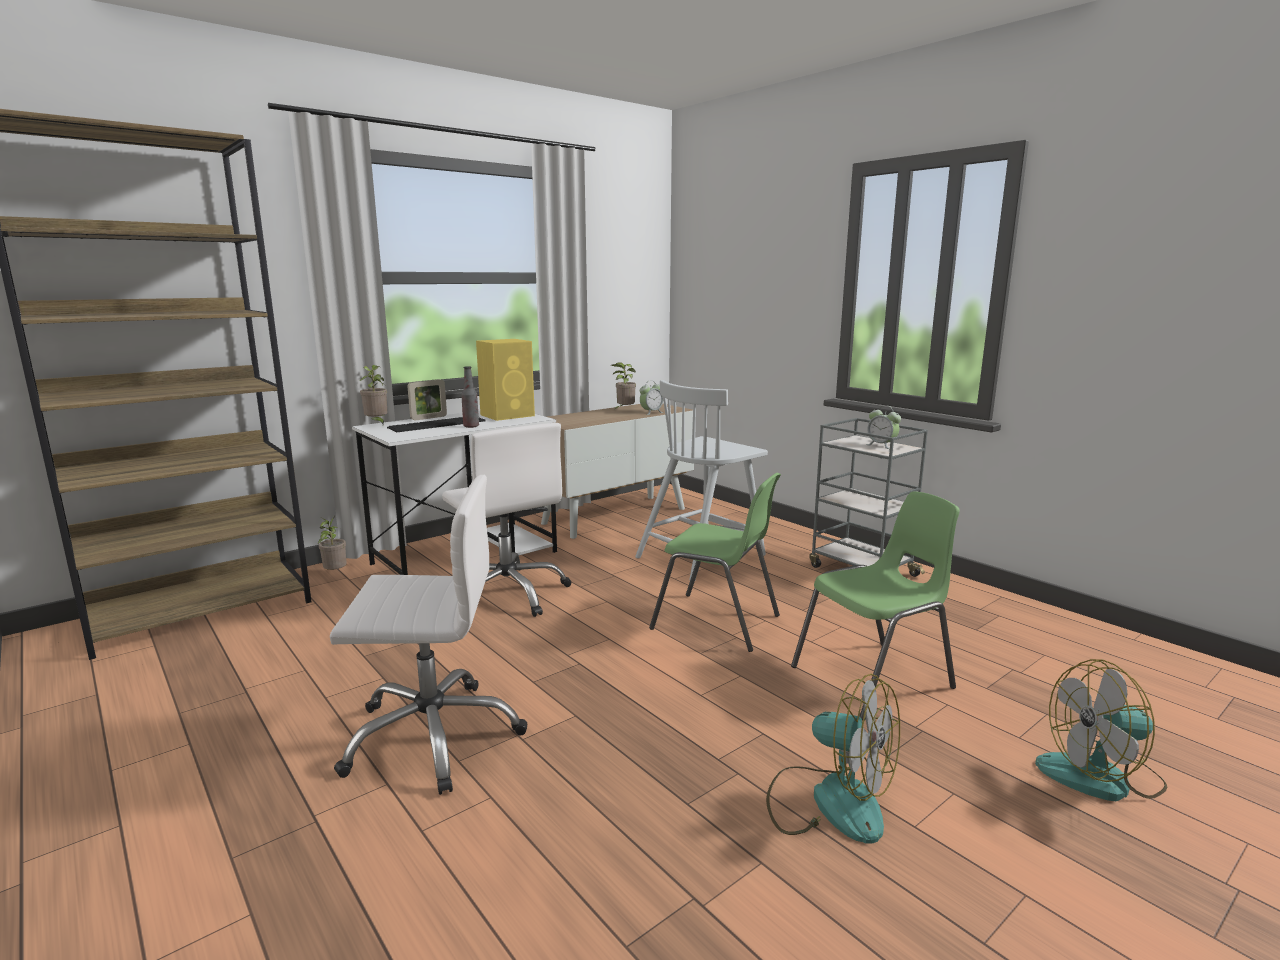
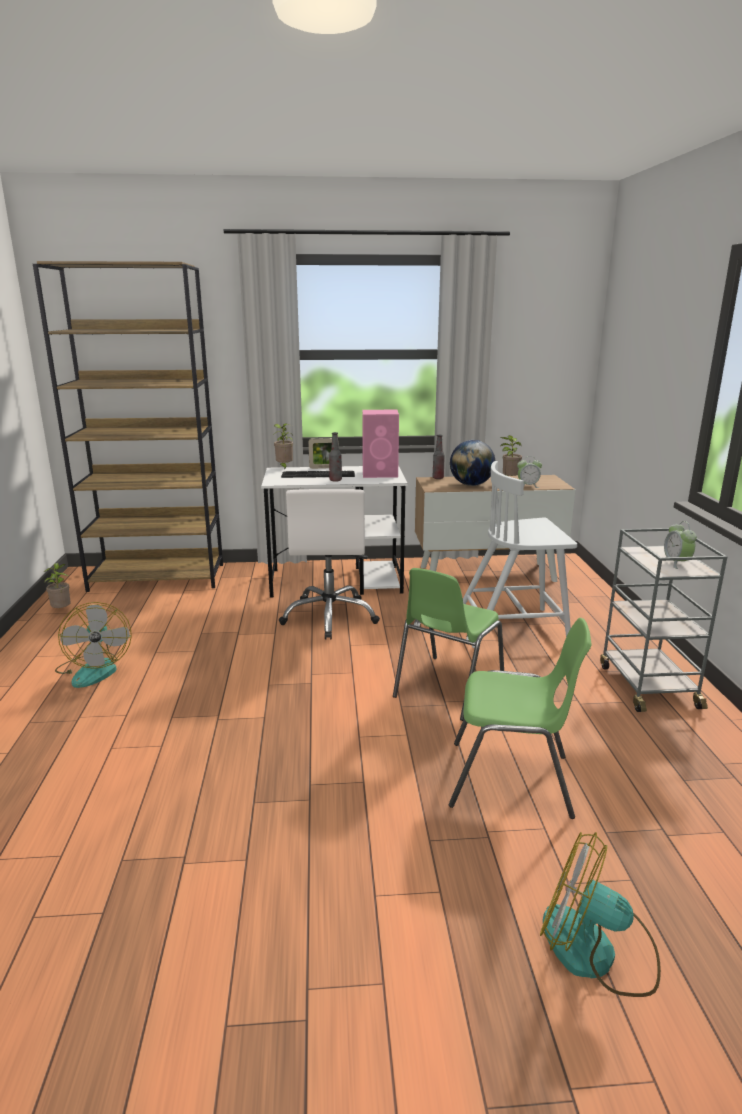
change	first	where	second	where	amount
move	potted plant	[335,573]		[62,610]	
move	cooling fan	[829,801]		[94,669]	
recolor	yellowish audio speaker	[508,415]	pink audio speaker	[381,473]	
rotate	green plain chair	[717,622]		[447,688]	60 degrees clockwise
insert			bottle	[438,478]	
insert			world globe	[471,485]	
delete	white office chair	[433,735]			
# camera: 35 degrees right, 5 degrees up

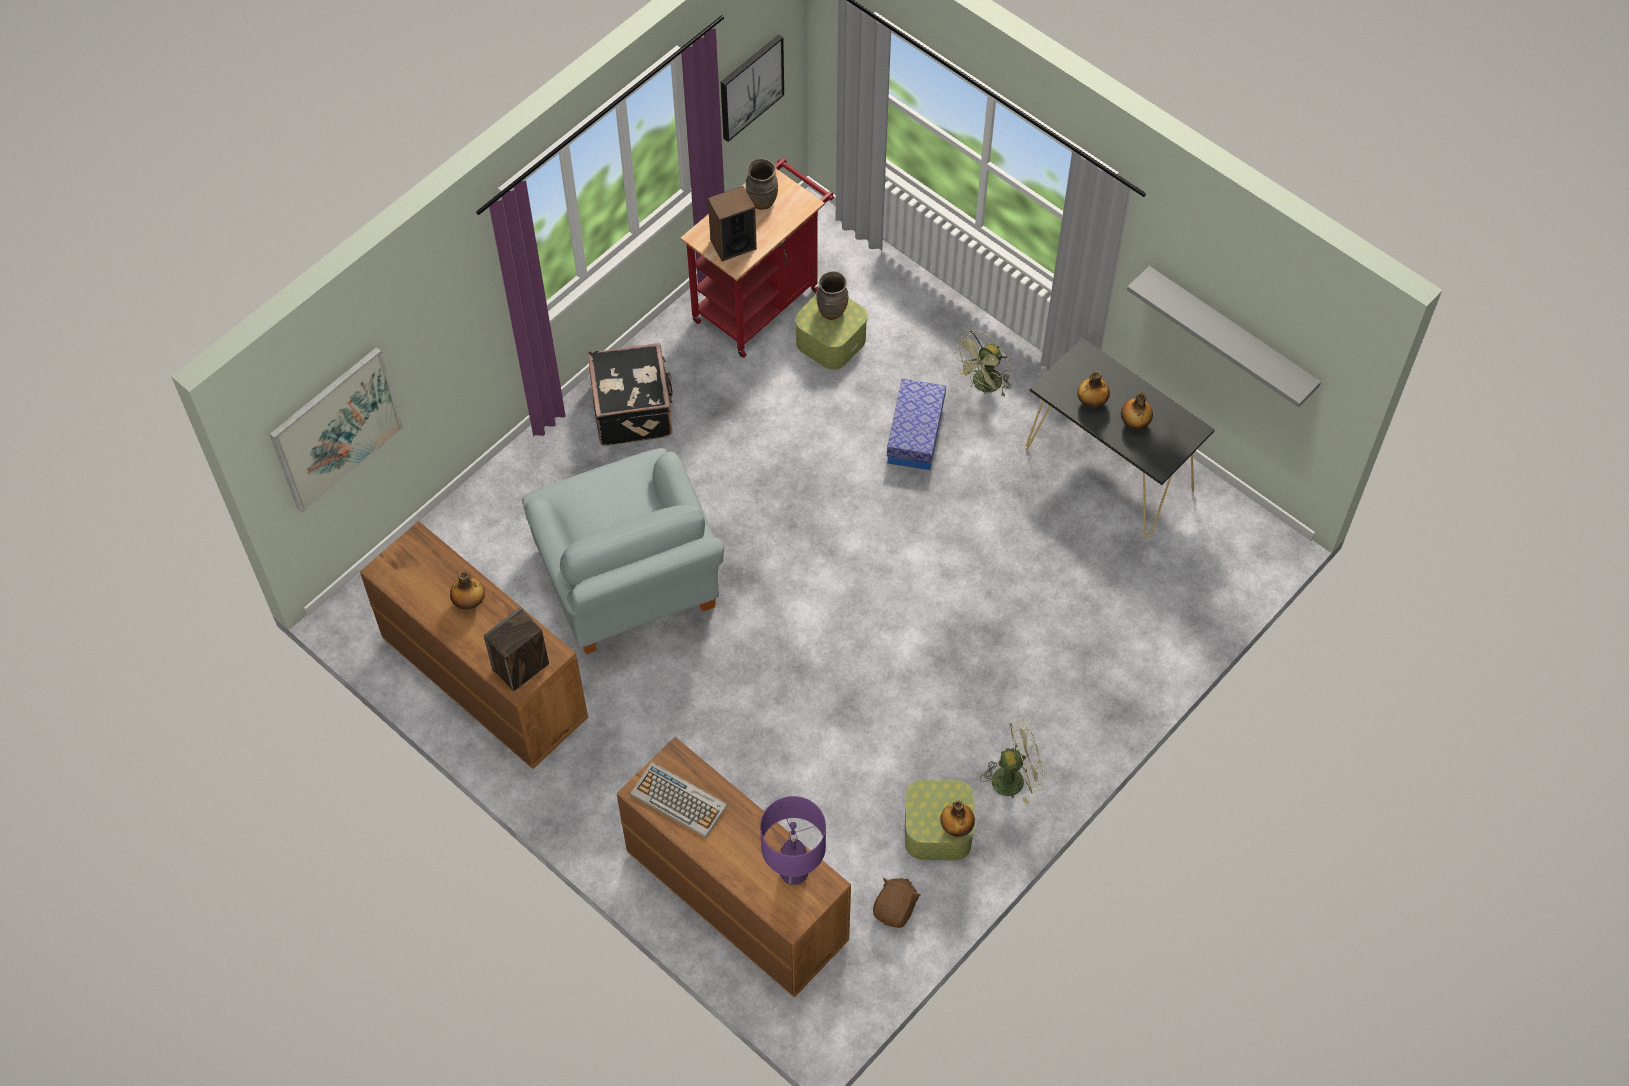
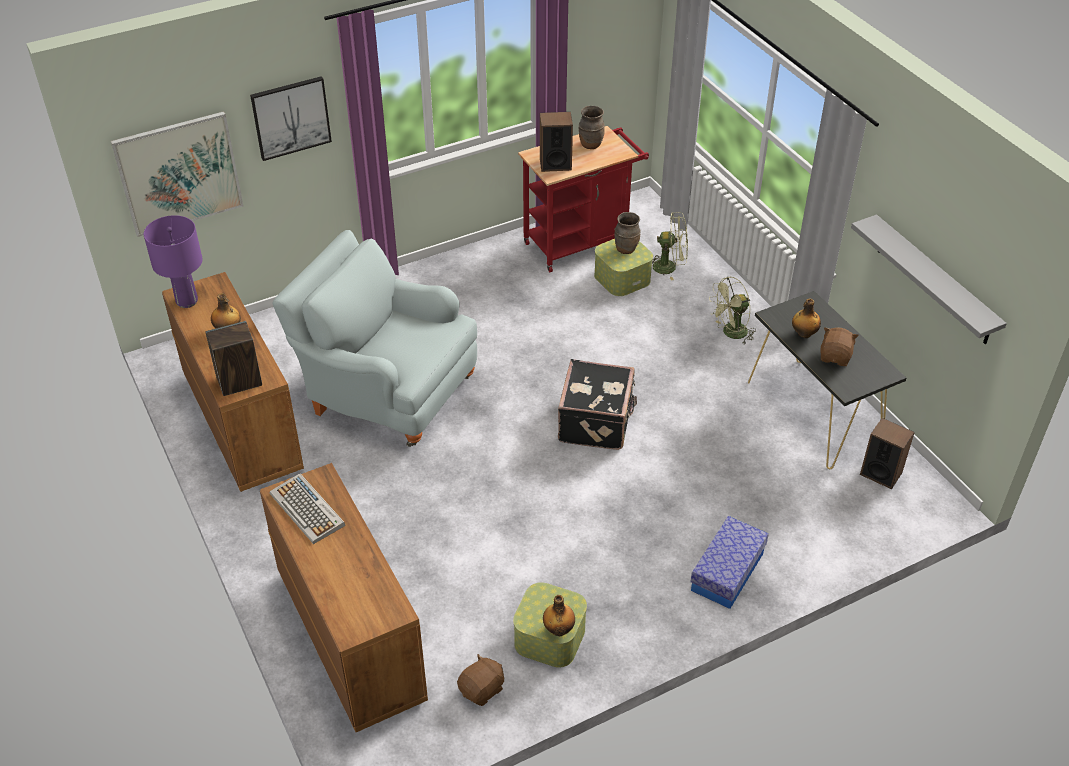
change	first	where	second	where	amount
move	purplish lamp for a table	[793,872]		[186,301]	
move	picture	[750,87]		[291,117]	
rotate	greyish armchair	[629,586]		[386,392]	120 degrees clockwise
move	black-coloured travel case	[634,410]		[597,422]	
move	green cooling fan	[1014,778]		[669,267]	
move	storage bin	[915,433]		[727,571]	
replace	bottle	[1134,424]	brownish soft toy	[835,357]	
insert			audio speaker	[881,473]	
# camera: 20 degrees right, 15 degrees down

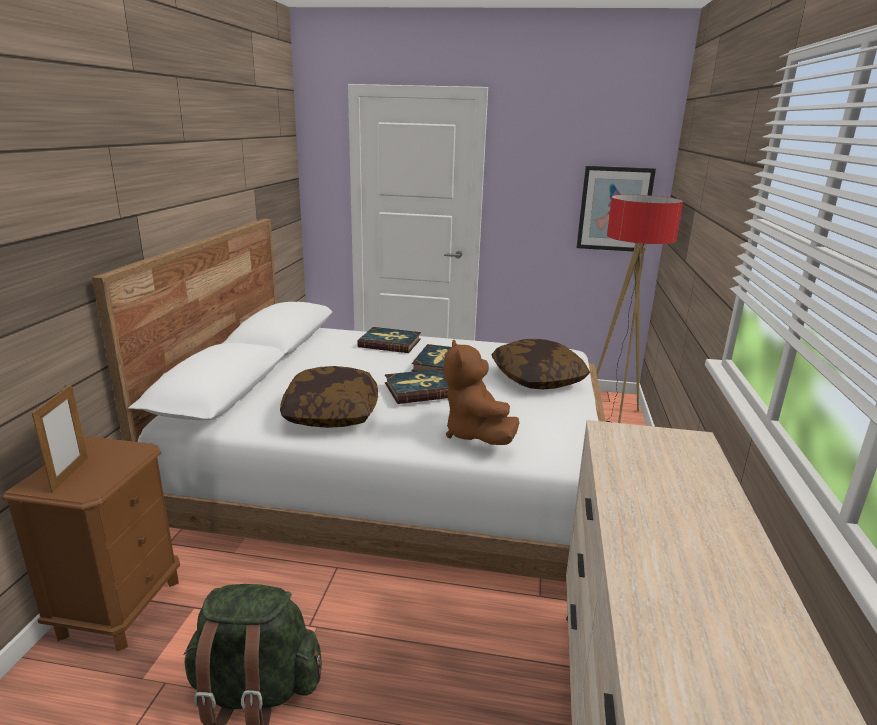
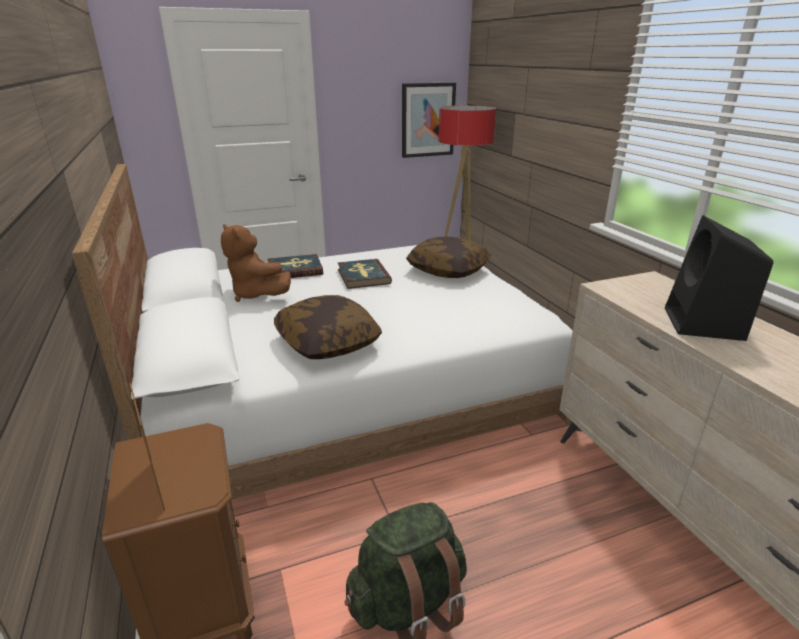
change	first	where	second	where	amount
move	brownish soft toy	[475,434]		[256,294]	
insert			black-coloured audio speaker	[704,324]	
delete	book	[421,389]			
# camera: 30 degrees left, 5 degrees up

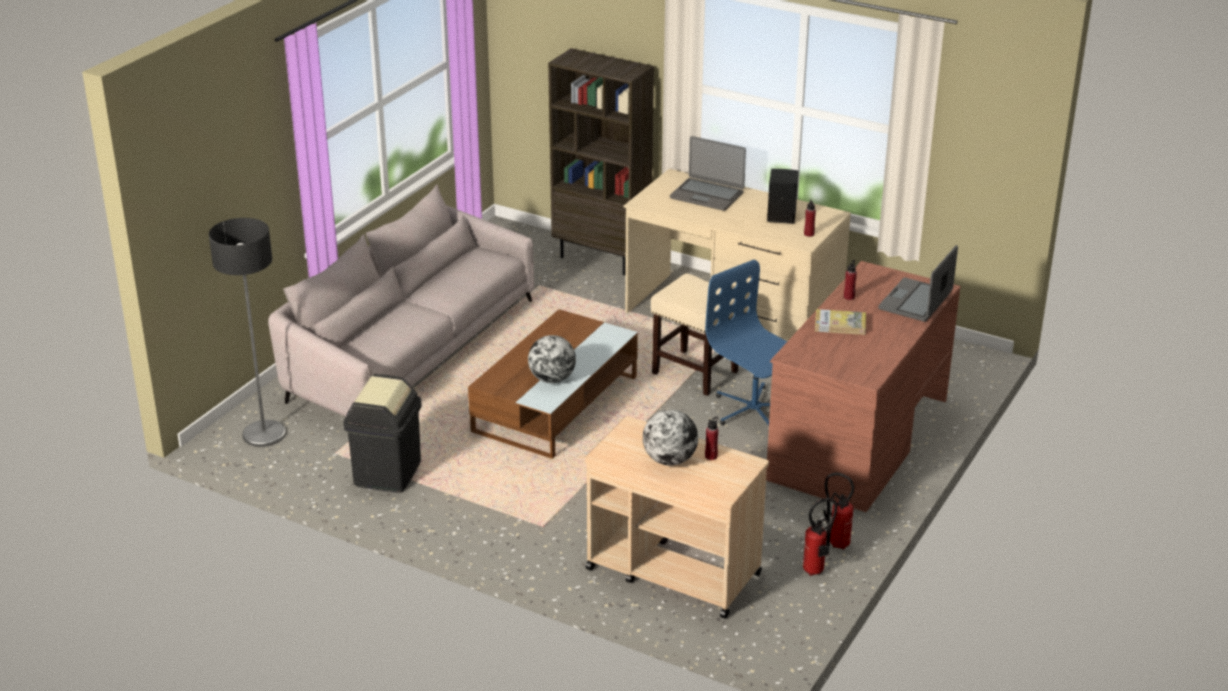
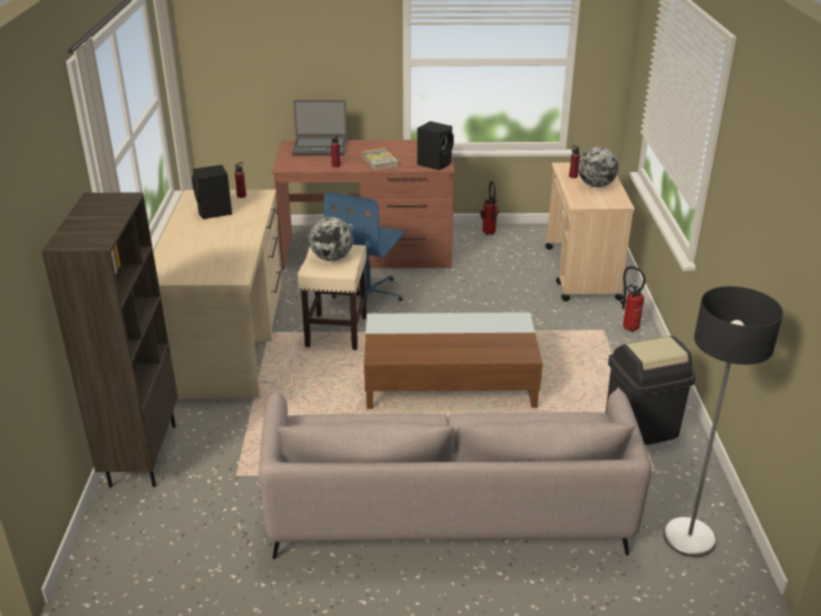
change	first	where	second	where	amount
move	world globe	[552,379]		[331,258]	
insert			black-coloured audio speaker	[435,163]	
move	fire-fighting cylinder	[817,571]		[628,327]	
delete	laptop	[707,195]			
# camera: 120 degrees left, 0 degrees up

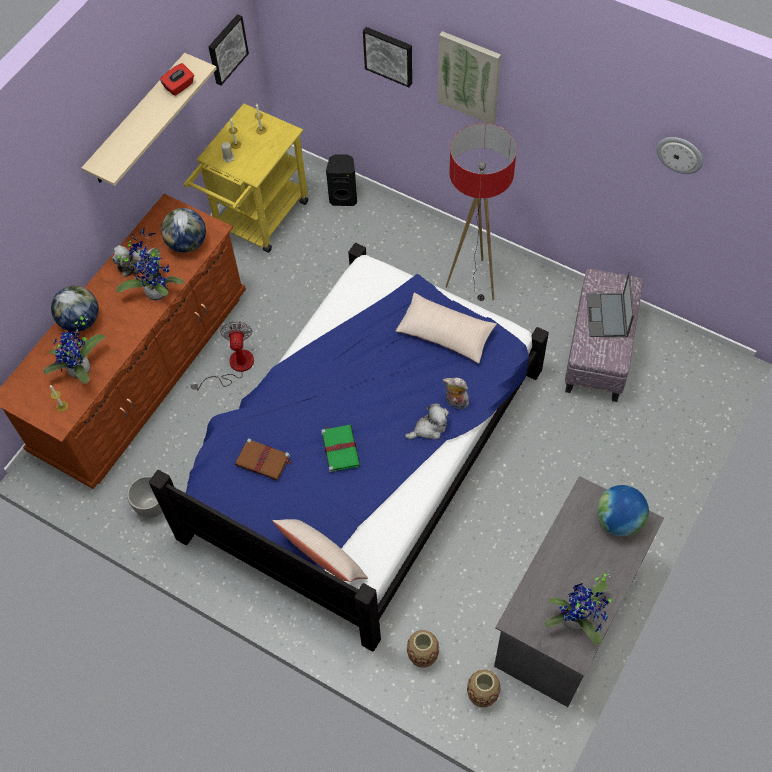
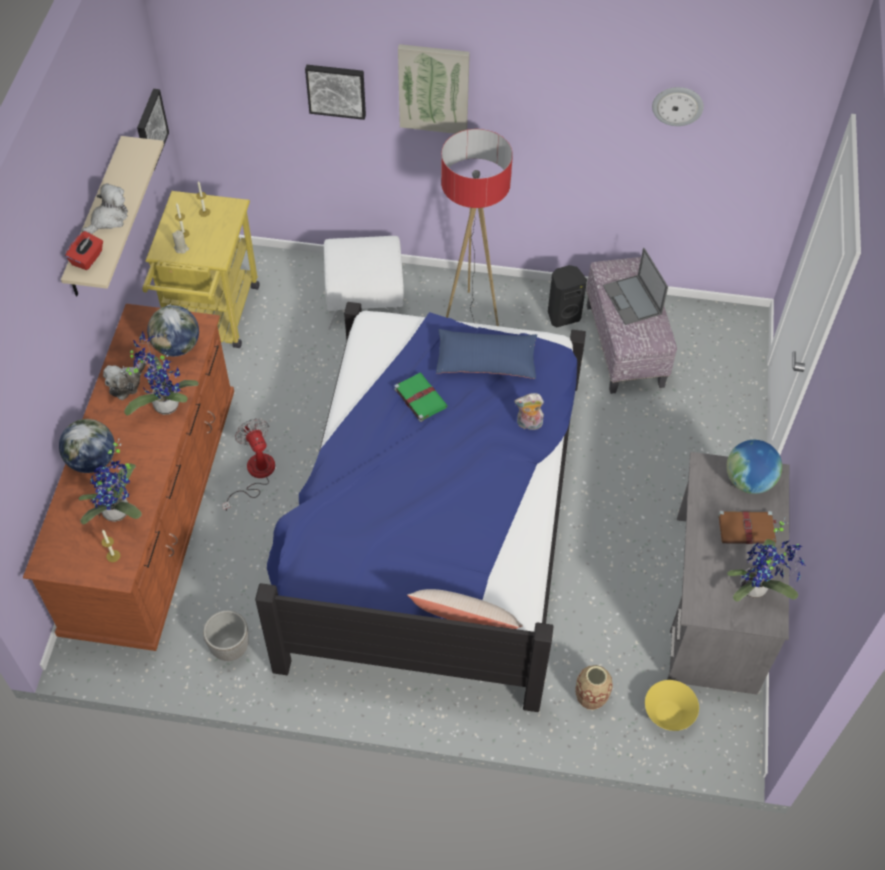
change	first	where	second	where	amount
move	reddish box of tissues	[179,86]		[87,258]	
move	soft toy	[429,428]		[108,219]	
insert			white pouffe	[365,298]	
move	green book	[340,448]		[420,397]	
recolor	beige-coloured pillow	[445,333]	bluish pillow	[486,361]	
move	black-coloured audio speaker	[343,197]		[563,315]	
replace	decorative vase	[482,694]	yellowish bowl	[668,714]	
move	brownish book	[263,461]		[747,529]	
# camera: 25 degrees left, 5 degrees down

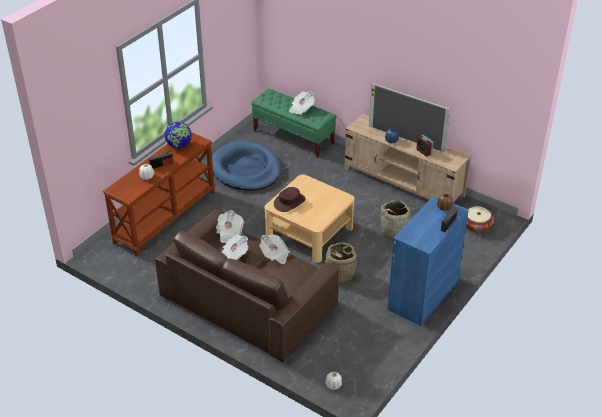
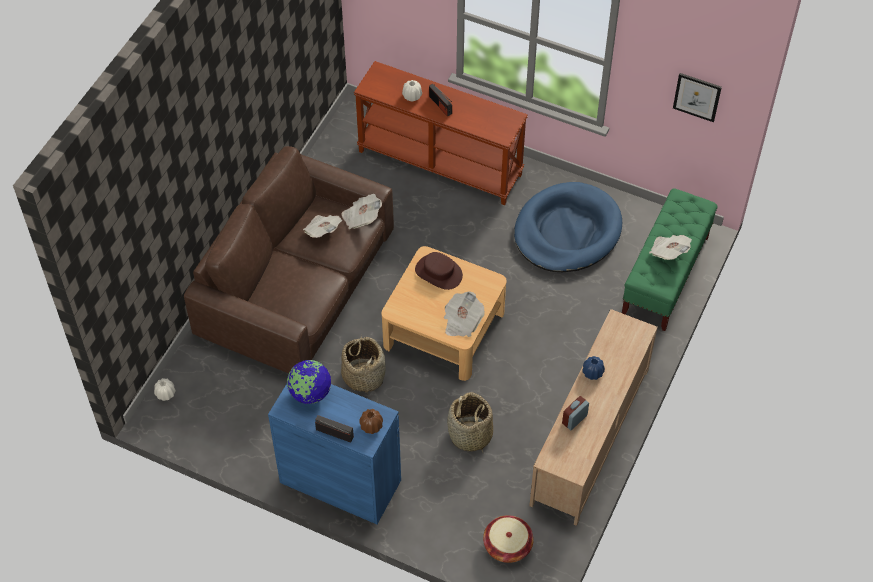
change	first	where	second	where	amount
move	world globe	[179,146]		[310,393]	
move	printed paper	[275,255]		[462,321]	
insert			picture	[697,96]	
delete	TV	[406,139]			
# camera: 80 degrees right, 15 degrees up

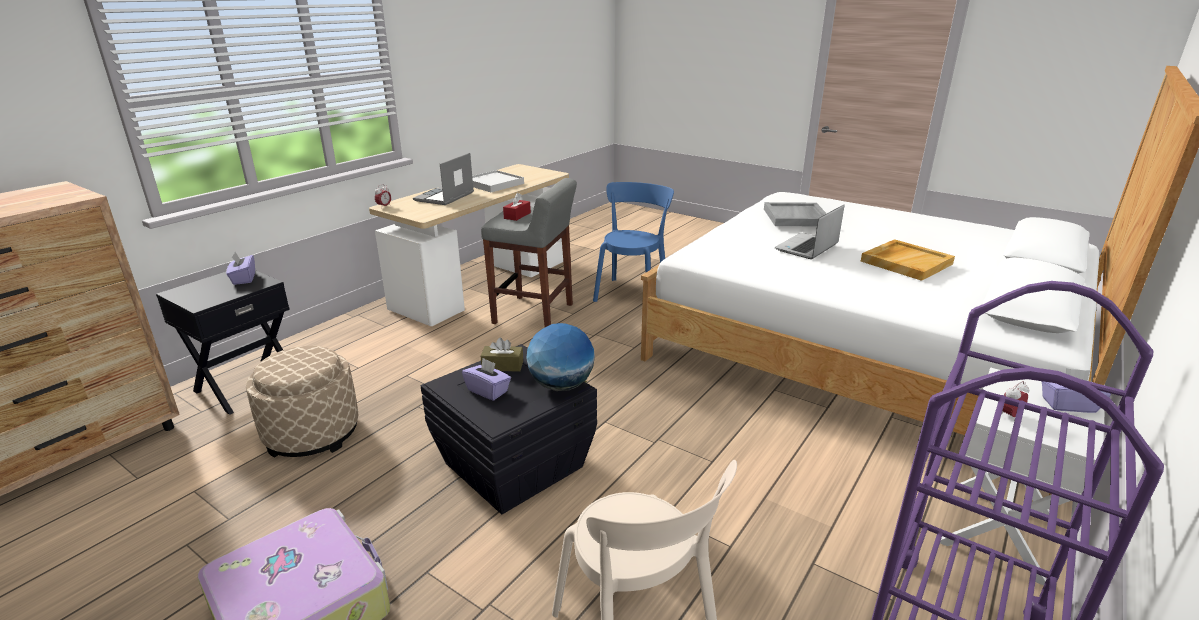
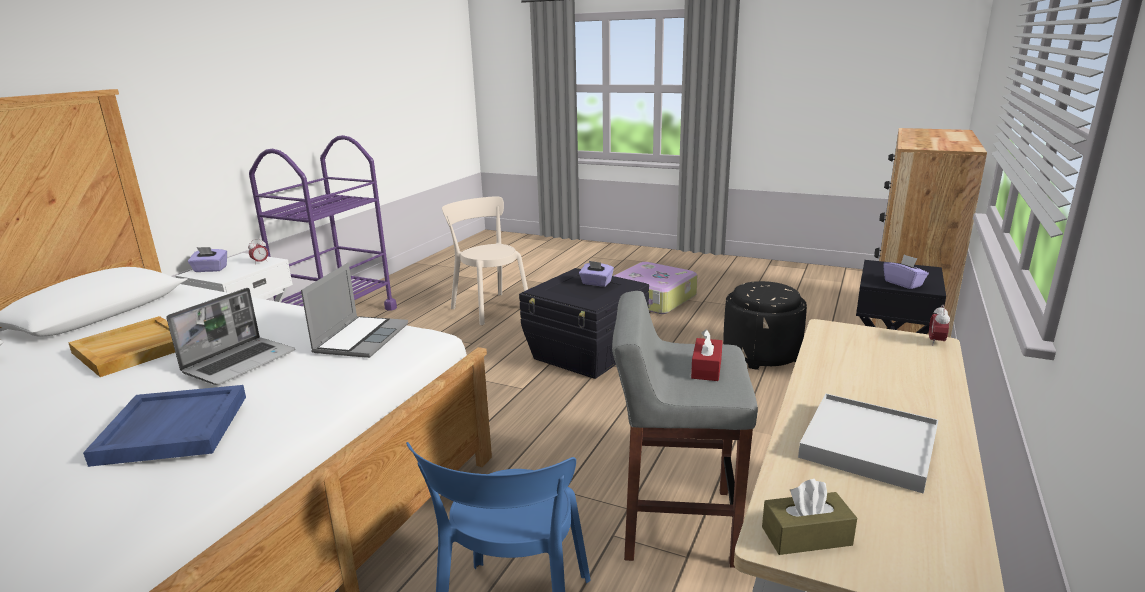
change	first	where	second	where	amount
recolor	greyish tray	[796,217]	bluish tray	[173,428]	
move	laptop	[444,197]		[361,338]	
recolor	beige-coloured pouffe	[312,433]	black-coloured pouffe	[761,354]	
move	brownish box of tissues	[502,366]		[806,536]	
delete	world globe	[561,385]			
# camera: 170 degrees right, 5 degrees down

